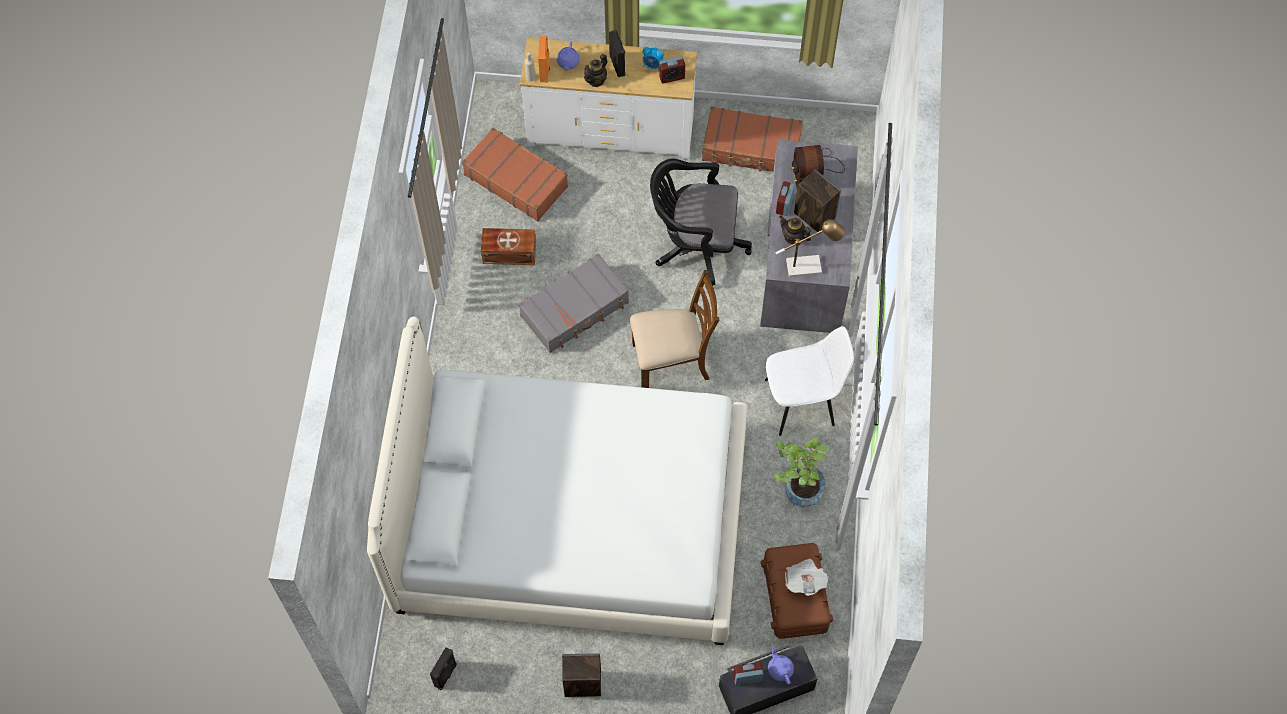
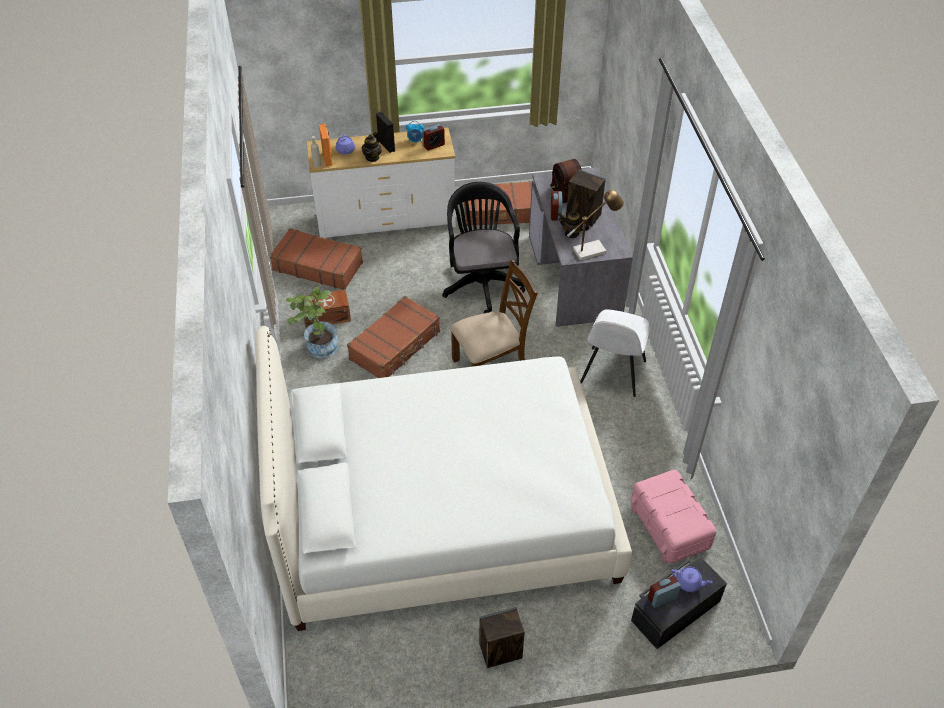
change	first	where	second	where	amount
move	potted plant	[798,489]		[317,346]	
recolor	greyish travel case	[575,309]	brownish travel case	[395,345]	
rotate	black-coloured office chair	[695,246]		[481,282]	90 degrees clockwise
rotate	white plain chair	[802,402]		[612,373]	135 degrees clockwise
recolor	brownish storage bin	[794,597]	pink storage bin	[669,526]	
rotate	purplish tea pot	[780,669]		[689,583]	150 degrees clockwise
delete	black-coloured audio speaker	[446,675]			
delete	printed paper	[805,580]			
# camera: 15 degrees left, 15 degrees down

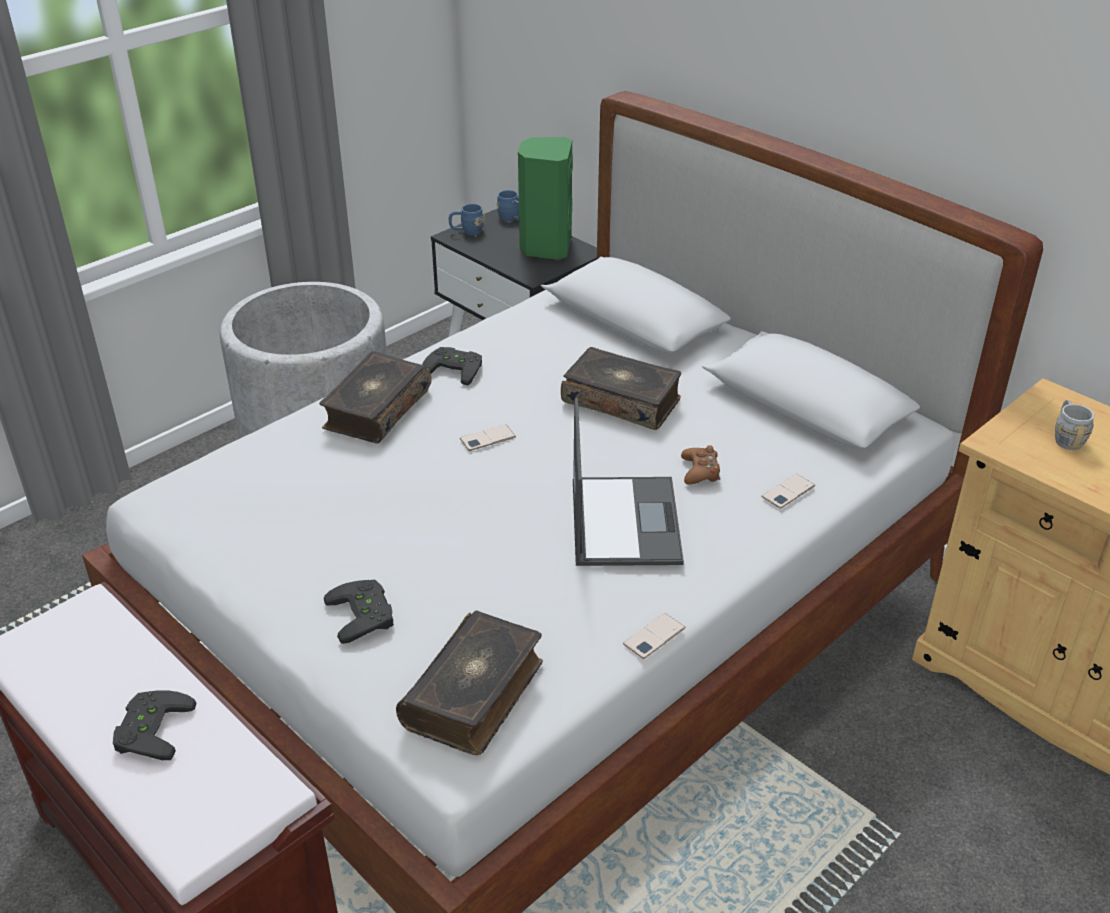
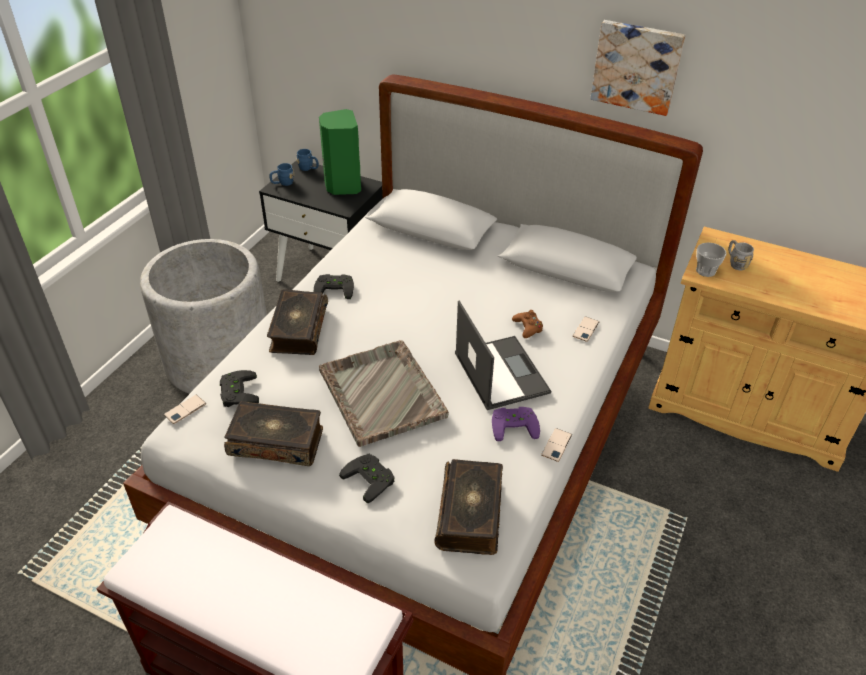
change	first	where	second	where	amount
move	phone	[487,438]		[185,409]	
move	black-coloured game controller	[149,729]		[236,392]	
move	book	[621,400]		[276,441]	
insert			greyish tray	[381,392]	
insert			purplish game controller	[514,424]	
insert			picture	[637,66]	
insert			small cup	[705,271]	
# camera: 20 degrees left, 5 degrees up

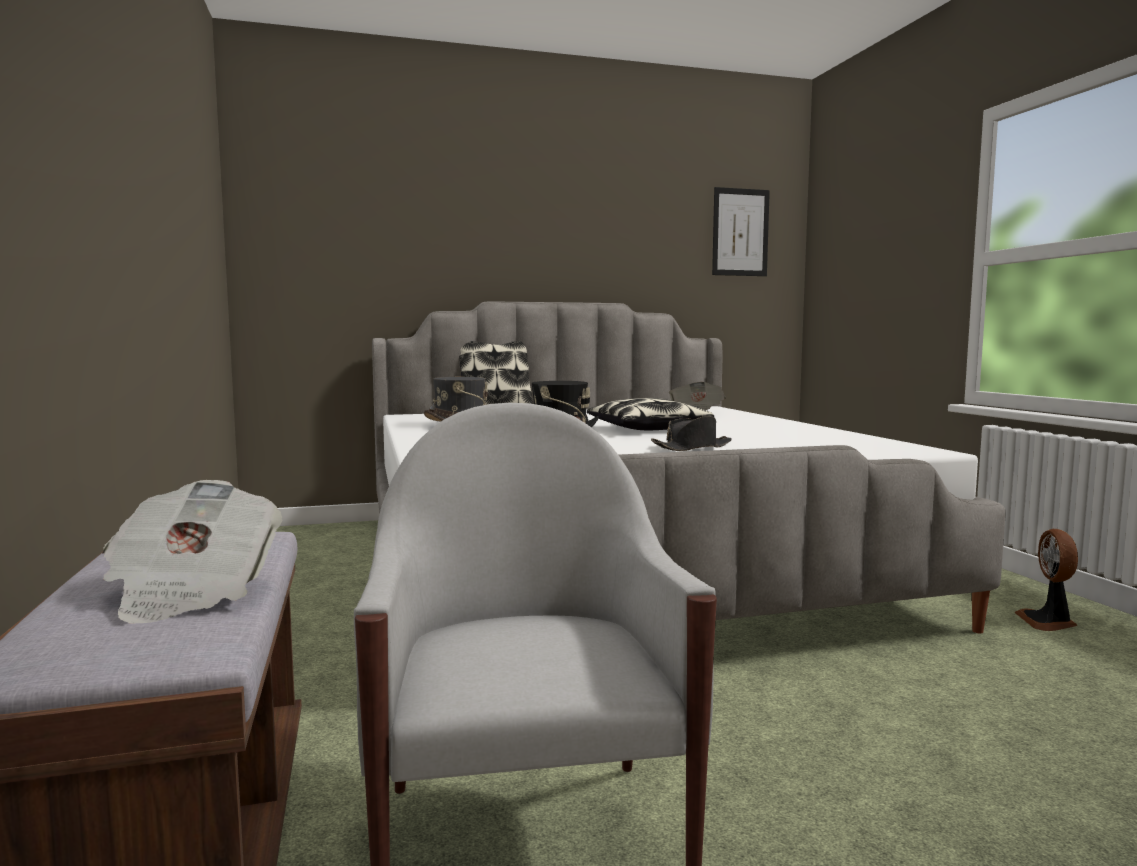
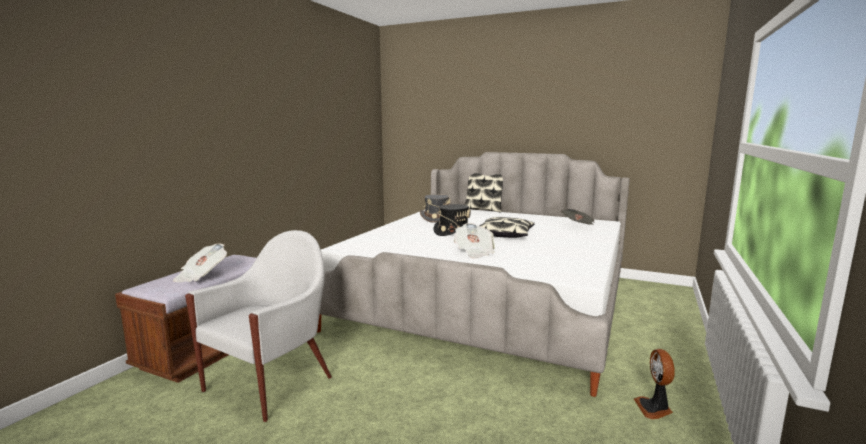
change	first	where	second	where	amount
replace	black-coloured wearable hat	[692,448]	printed paper	[474,252]	
rotate	cooling fan	[1048,622]		[654,408]	45 degrees counterclockwise
delete	picture	[740,232]			
# camera: 40 degrees right, 5 degrees up

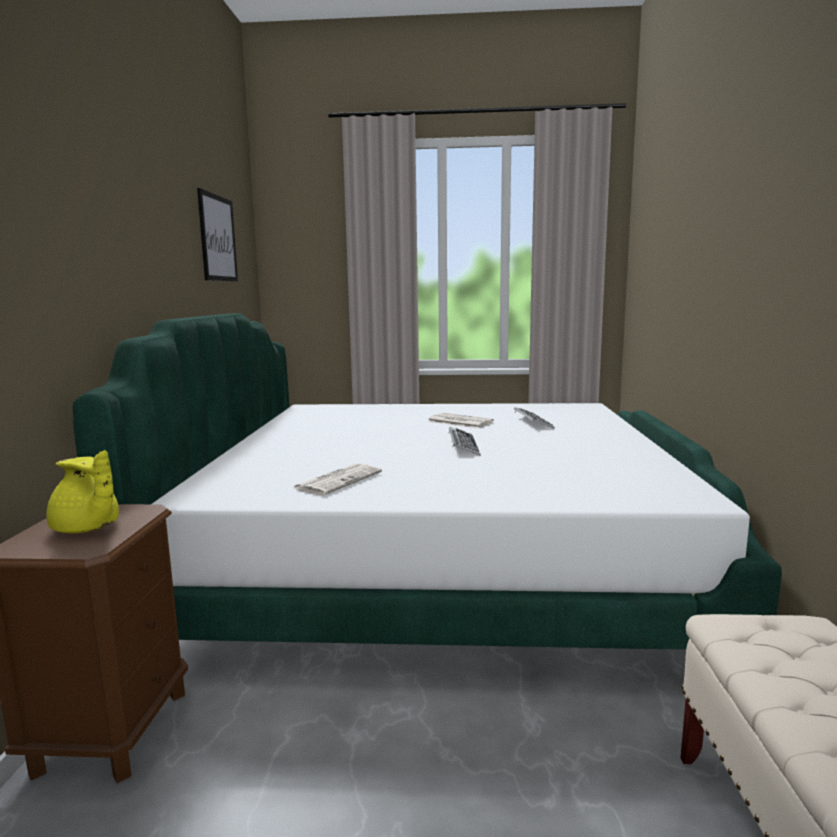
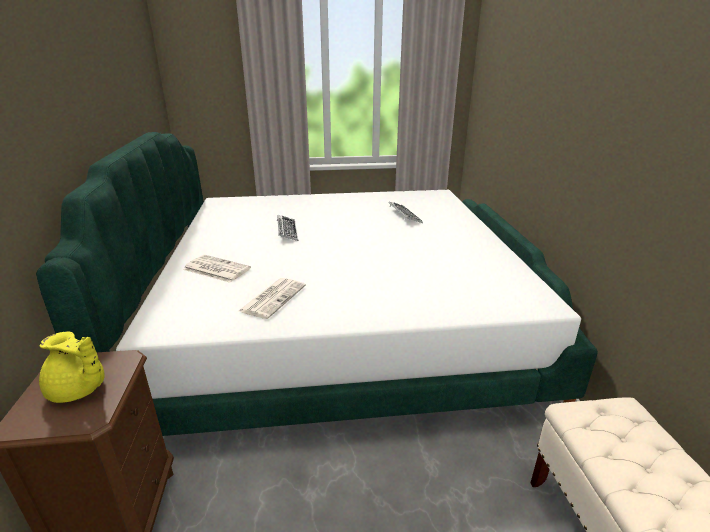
change	first	where	second	where	amount
move	printed paper	[459,421]		[215,269]	
move	computer keyboard	[463,446]		[287,231]	
delete	picture	[217,238]			
# camera: 10 degrees left, 15 degrees up

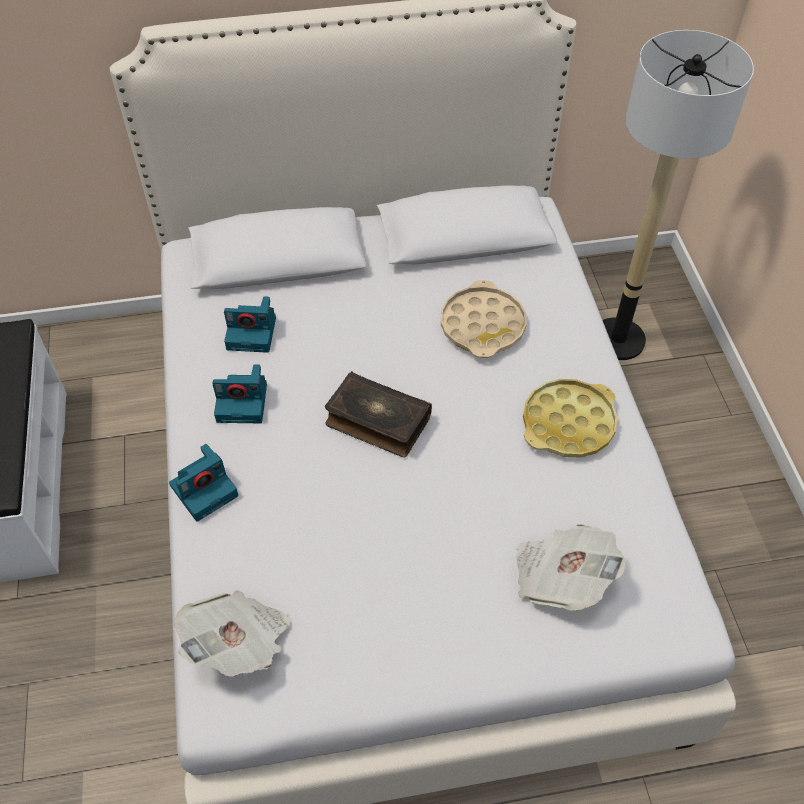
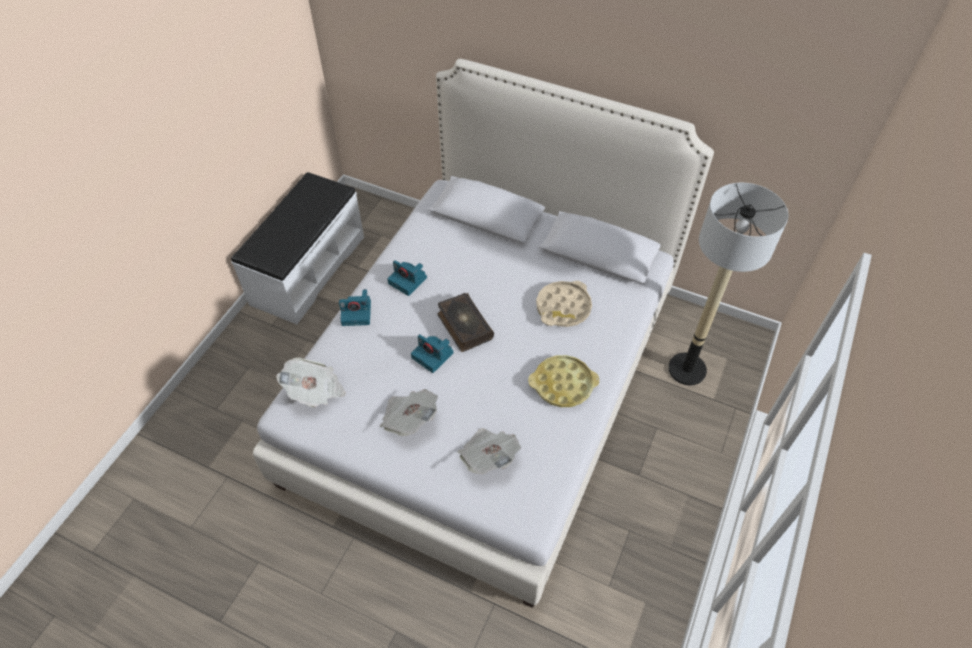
change	first	where	second	where	amount
insert			printed paper	[409,419]	
move	still camera	[253,333]		[433,355]	
# camera: 35 degrees right, 0 degrees up

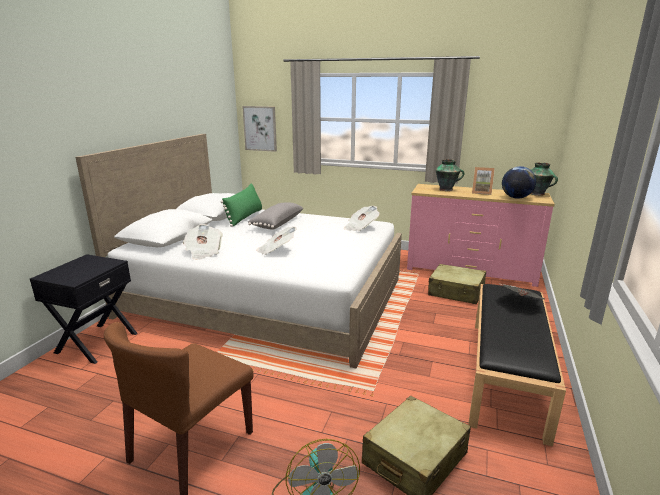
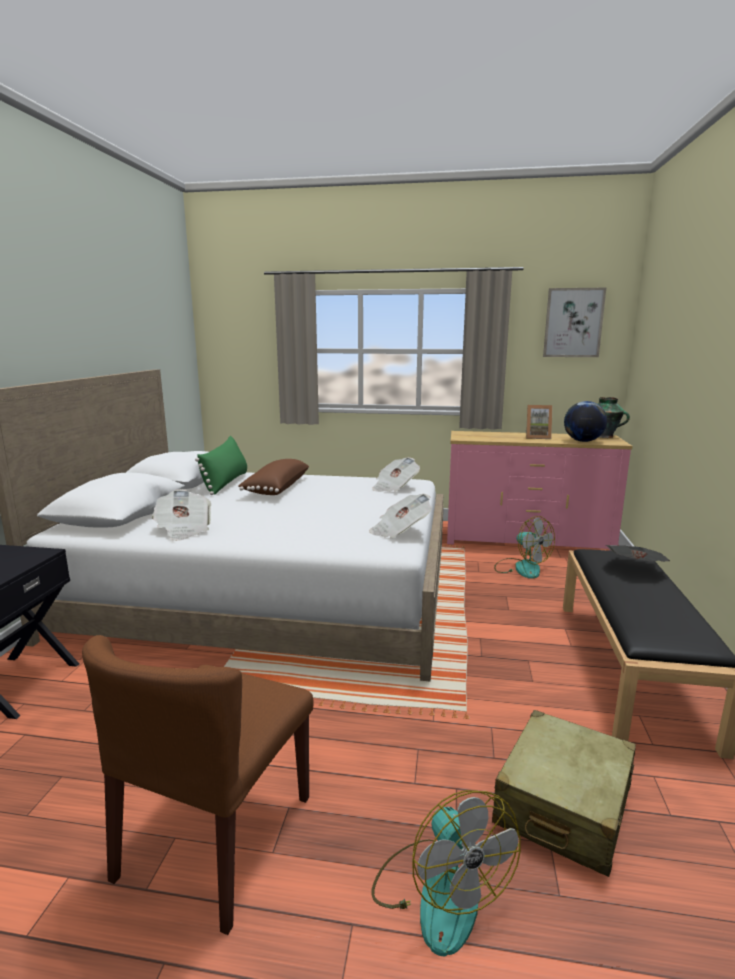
change	first	where	second	where	amount
recolor	greyish pillow	[276,223]	brownish pillow	[275,488]	
move	printed paper	[276,251]		[399,531]	
replace	beige-coloured travel case	[456,292]	cooling fan	[521,568]	
move	picture	[260,128]		[573,323]	
delete	decorative vase	[446,189]			
# camera: 10 degrees left, 5 degrees down

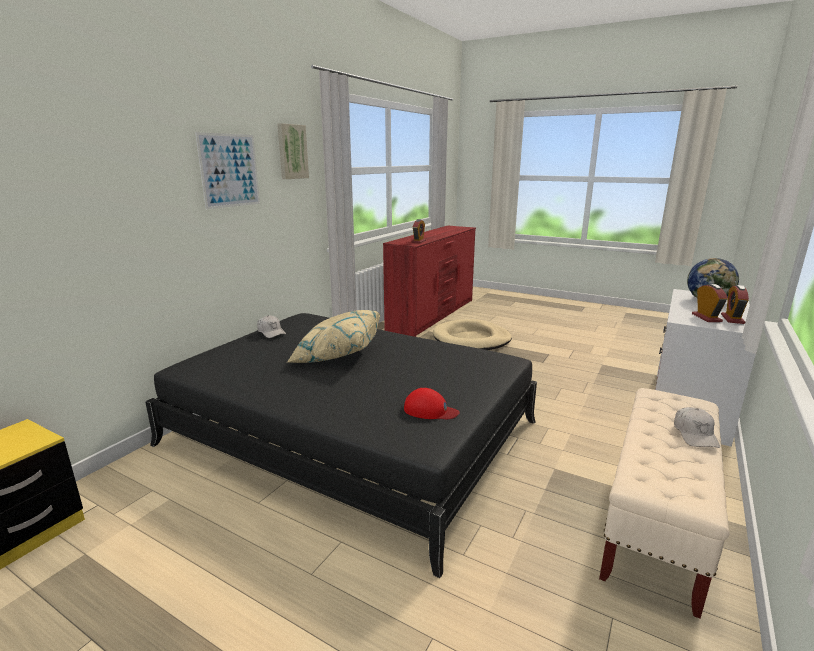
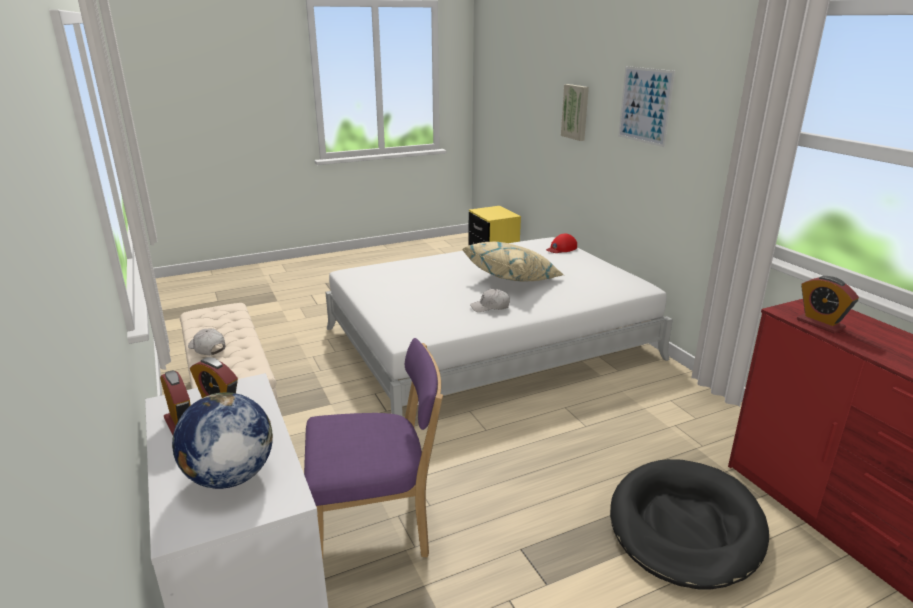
change	first	where	second	where	amount
insert			purplish plain chair	[377,528]	
recolor	black-coloured bed	[351,433]	white bed	[489,343]	
move	white cap	[271,332]		[490,307]	
move	reddish cap	[430,410]		[561,248]	
move	picture	[292,152]		[576,112]	
recolor	beige-coloured pet bed	[471,339]	black-coloured pet bed	[685,526]	
# camera: 125 degrees right, 5 degrees up

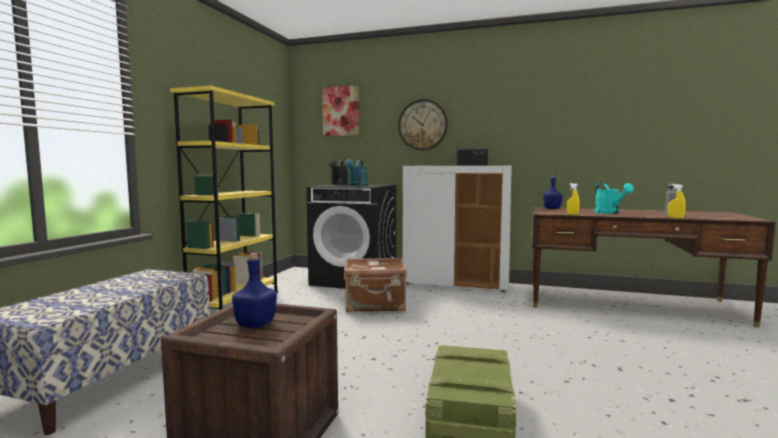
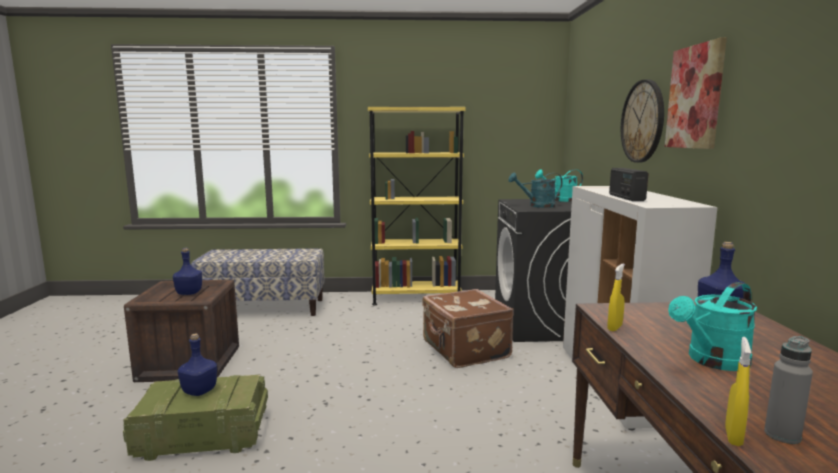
change	first	where	second	where	amount
insert			bluish bottle	[200,391]	
recolor	black-coloured watering can	[338,184]	blue-green watering can	[560,200]	
move	picture	[341,111]		[695,97]	
# camera: 70 degrees right, 5 degrees up

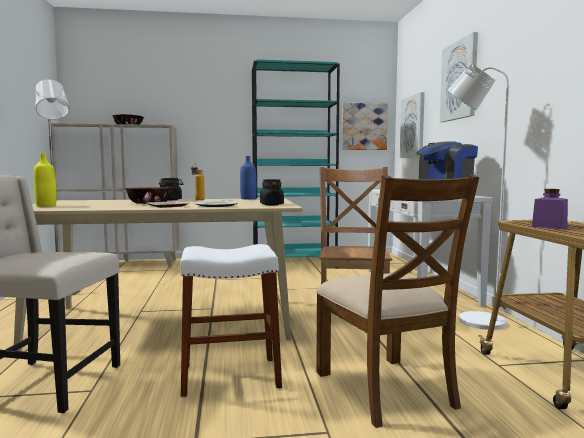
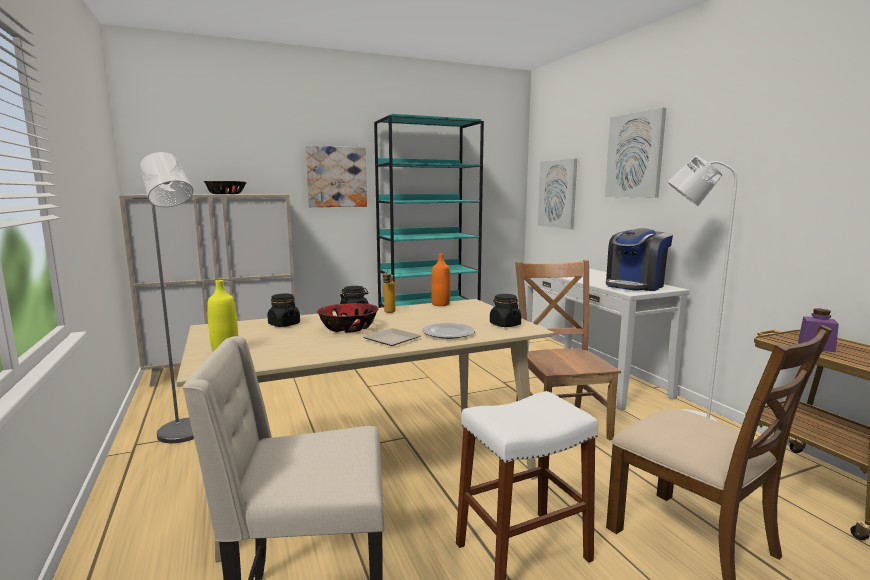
change	first	where	second	where	amount
insert			black-coloured preserve jar	[284,324]	
move	picture	[364,126]		[336,177]	
recolor	bluish bottle	[248,199]	orangey bottle	[440,304]	
# camera: 15 degrees left, 5 degrees up

